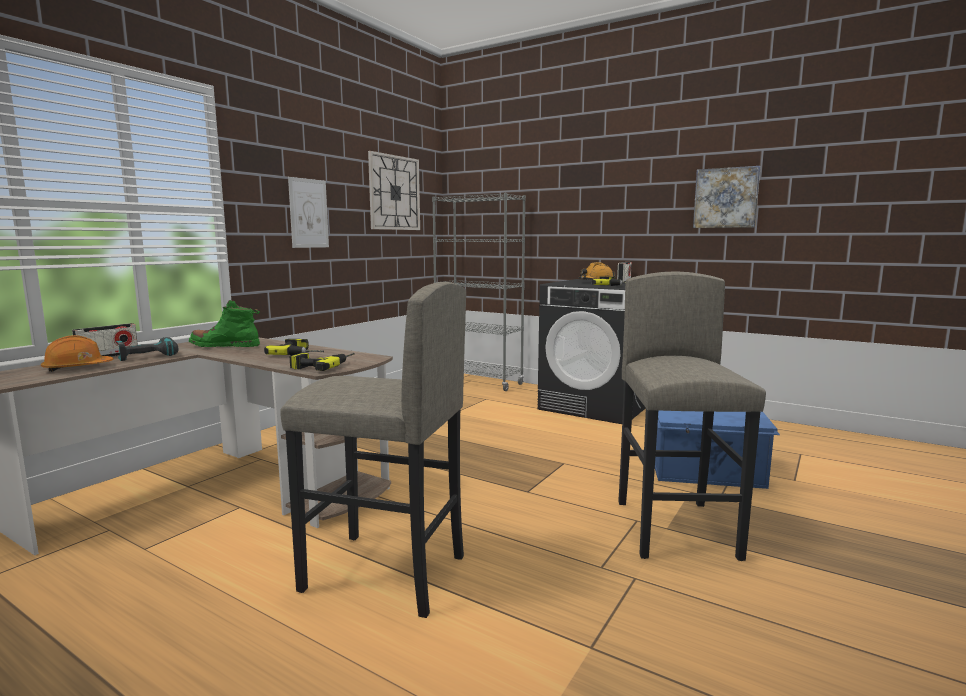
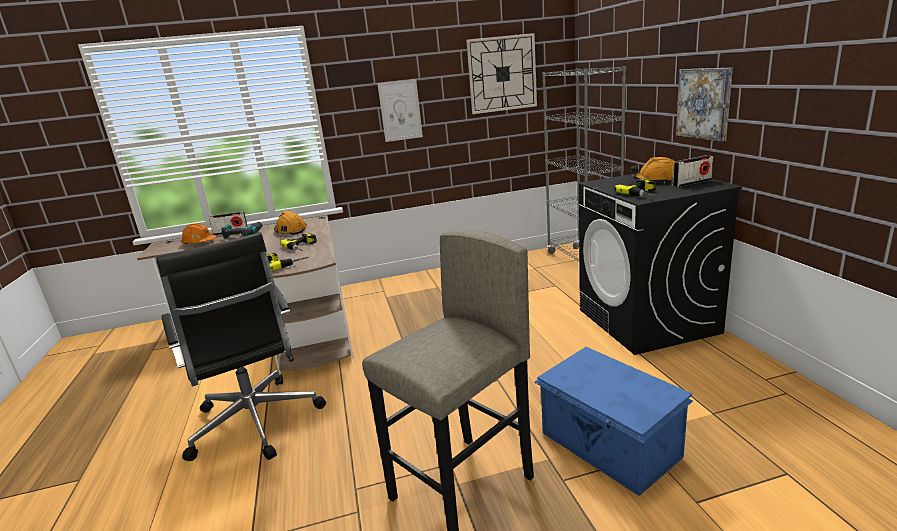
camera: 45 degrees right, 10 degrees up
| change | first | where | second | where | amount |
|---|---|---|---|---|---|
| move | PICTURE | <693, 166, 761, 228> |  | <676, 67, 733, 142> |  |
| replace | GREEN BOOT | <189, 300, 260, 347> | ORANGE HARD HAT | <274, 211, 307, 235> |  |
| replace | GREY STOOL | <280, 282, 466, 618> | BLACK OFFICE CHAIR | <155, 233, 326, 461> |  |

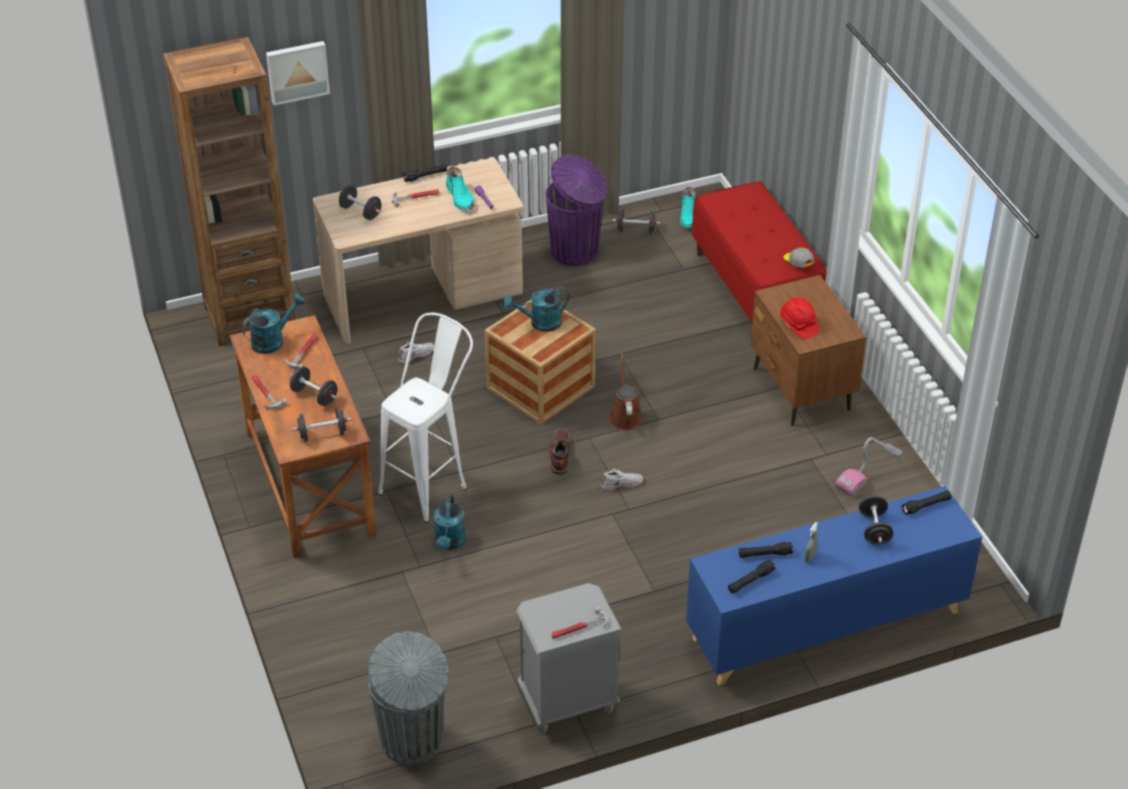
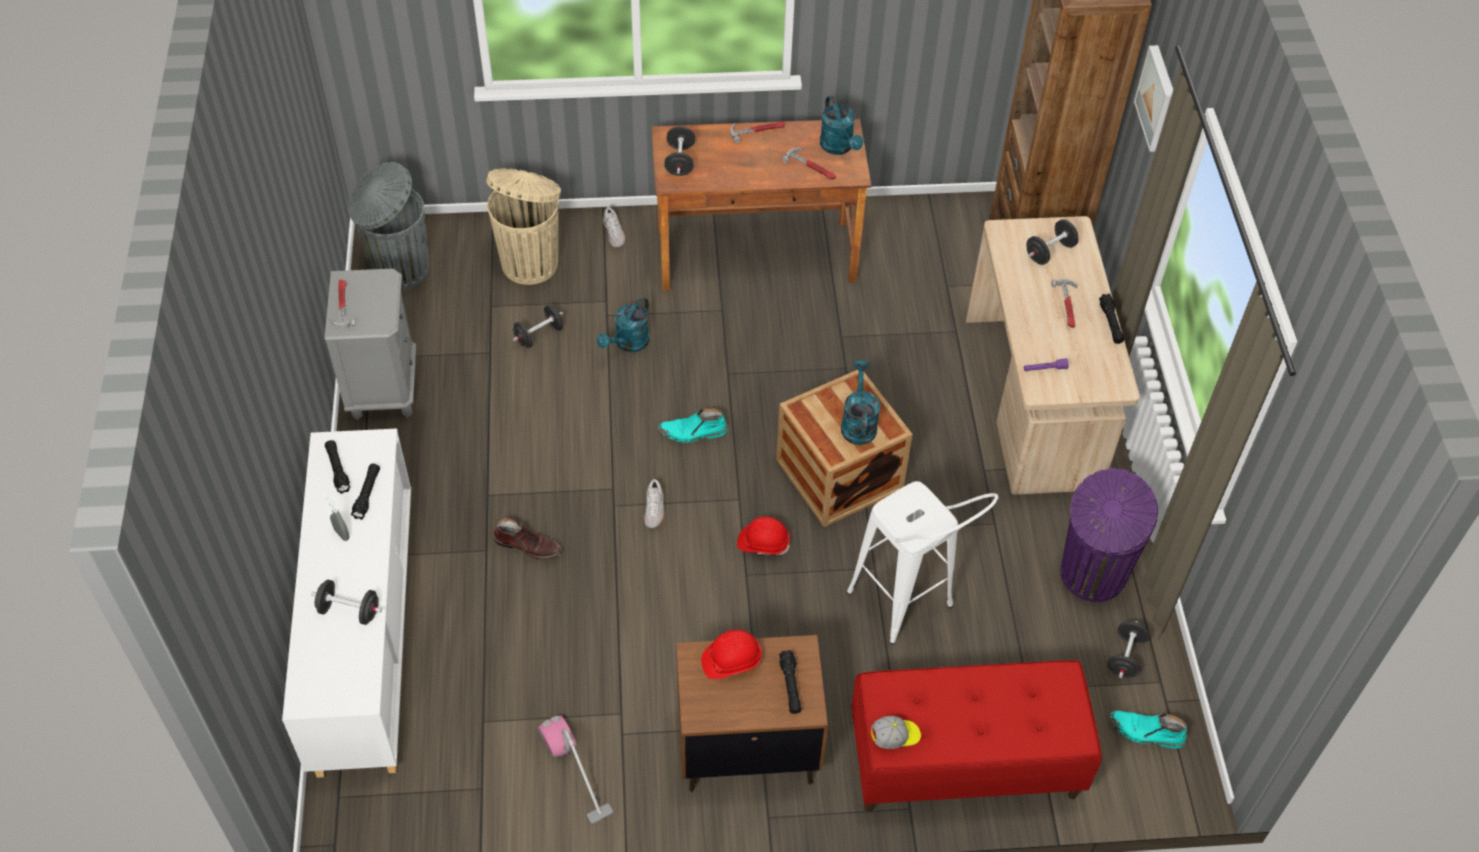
camera: 105 degrees right, 10 degrees up
| change | first | where | second | where | amount |
|---|---|---|---|---|---|
| insert |  |  | BEIGE TRASH CAN | <486, 168, 561, 285> |  |
| move | BLACK DUMBBELL | <290, 366, 337, 406> |  | <513, 305, 563, 348> |  |
| move | WHITE STOOL | <378, 313, 473, 523> |  | <847, 481, 999, 645> |  |
| move | WHITE SHOE | <398, 342, 434, 364> |  | <603, 207, 625, 247> |  |
| move | TURQUOISE BOOT | <446, 167, 475, 210> |  | <659, 408, 727, 443> |  |
| move | BROWN BOOT | <549, 428, 571, 475> |  | <493, 518, 562, 560> |  |
| move | BLACK FLASHLIGHT | <901, 490, 952, 515> |  | <779, 650, 802, 714> |  |
| replace | BROWN WATERING CAN | <609, 354, 643, 431> | RED HARD HAT | <737, 516, 790, 555> |  |
| recolor | BLUE CABINET | <686, 486, 982, 685> | WHITE CABINET | <282, 429, 411, 778> |  |
| rotate | TURQUOISE WATERING CAN | <433, 495, 466, 550> |  | <597, 297, 650, 352> | 75 degrees counterclockwise |

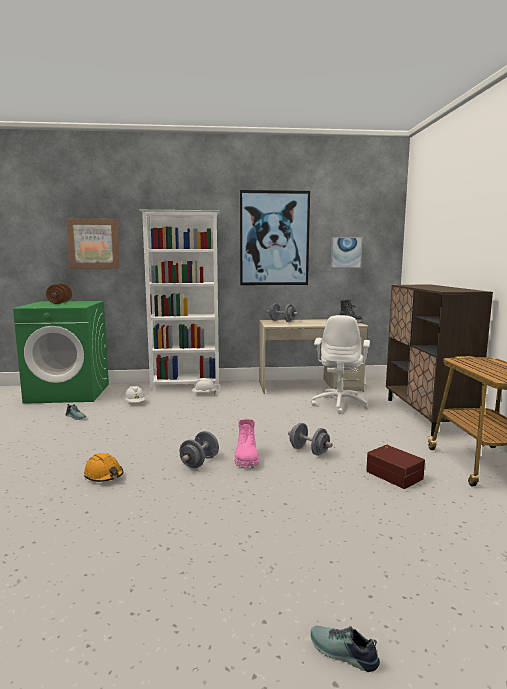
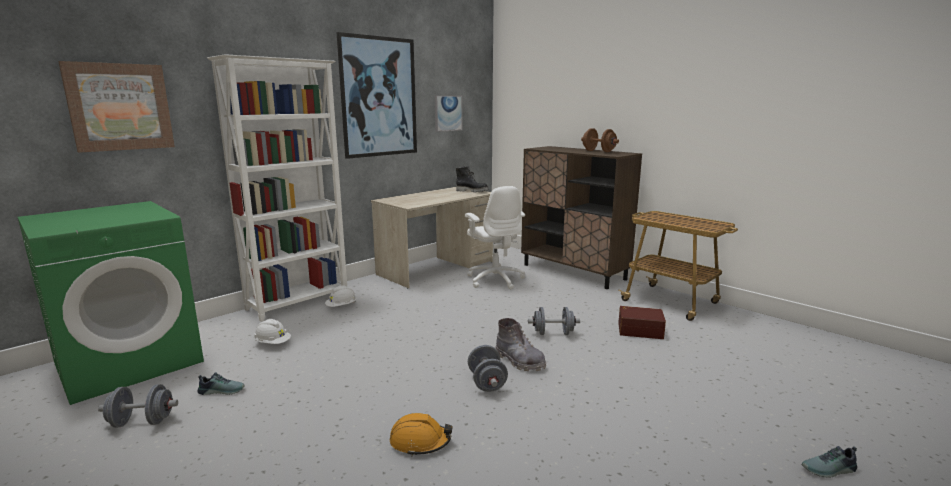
camera: 40 degrees left, 5 degrees up
| change | first | where | second | where | amount |
|---|---|---|---|---|---|
| move | BROWN DUMBBELL | <46, 284, 72, 304> |  | <581, 128, 619, 152> |  |
| move | GREY DUMBBELL | <267, 303, 298, 322> |  | <98, 384, 178, 428> |  |
| recolor | PINK BOOT | <234, 419, 259, 469> | GREY BOOT | <495, 318, 546, 371> |  |

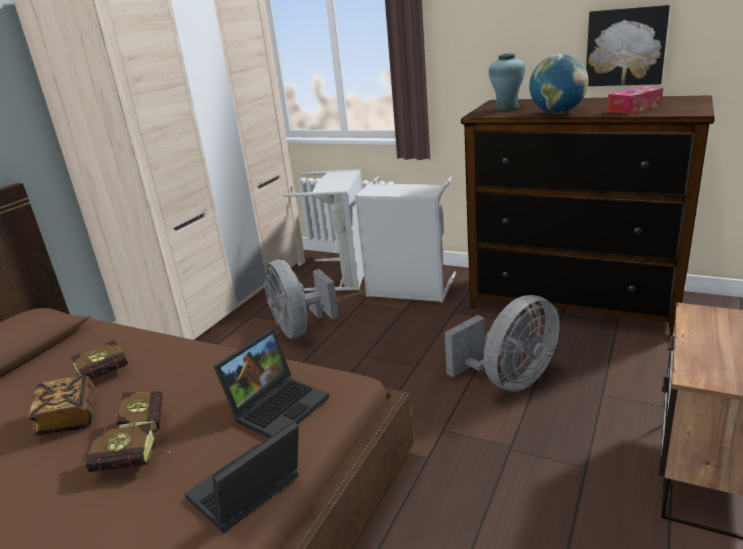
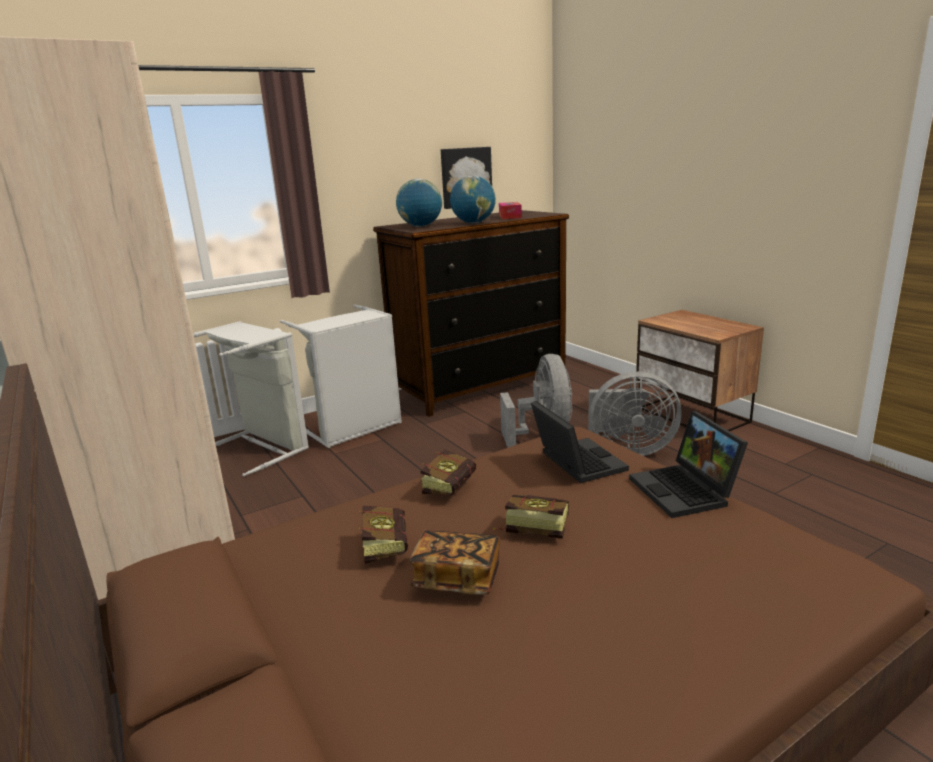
camera: 60 degrees left, 5 degrees down
| change | first | where | second | where | amount |
|---|---|---|---|---|---|
| move | BOOK | <86, 421, 170, 472> |  | <421, 449, 476, 495> |  |
| move | GREY FAN | <264, 260, 339, 338> |  | <588, 371, 682, 456> |  |
| replace | TURQUOISE VASE | <489, 53, 525, 111> | GLOBE | <396, 179, 442, 227> |  |

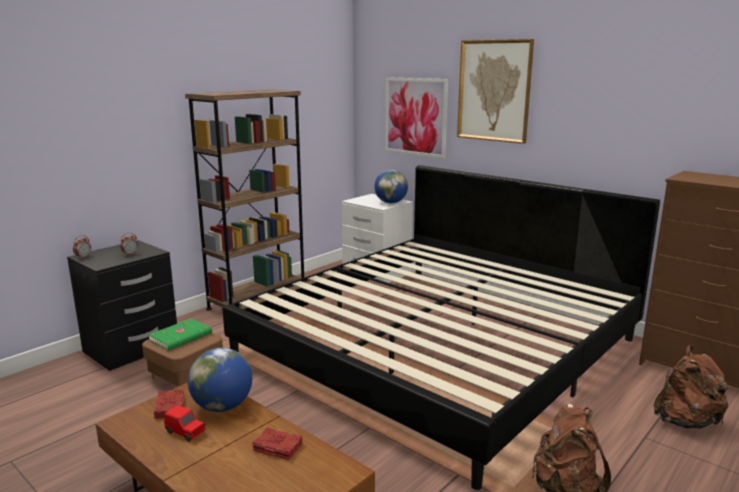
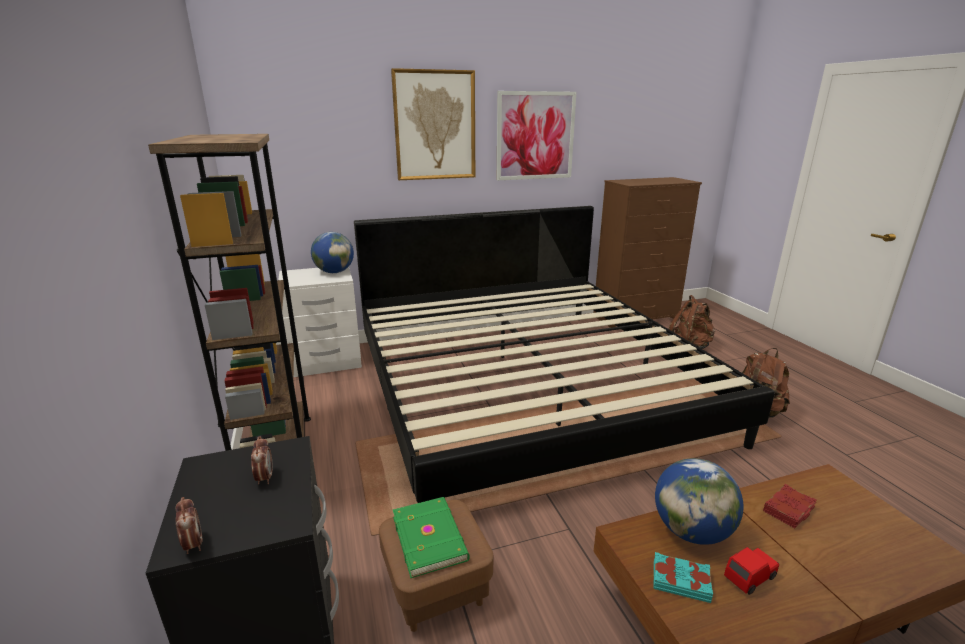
camera: 60 degrees left, 5 degrees up
| change | first | where | second | where | amount |
|---|---|---|---|---|---|
| move | PICTURE | <385, 77, 448, 159> |  | <497, 91, 576, 180> |  |
| recolor | RED BOOK | <154, 389, 185, 419> | TURQUOISE BOOK | <654, 552, 713, 603> |  |

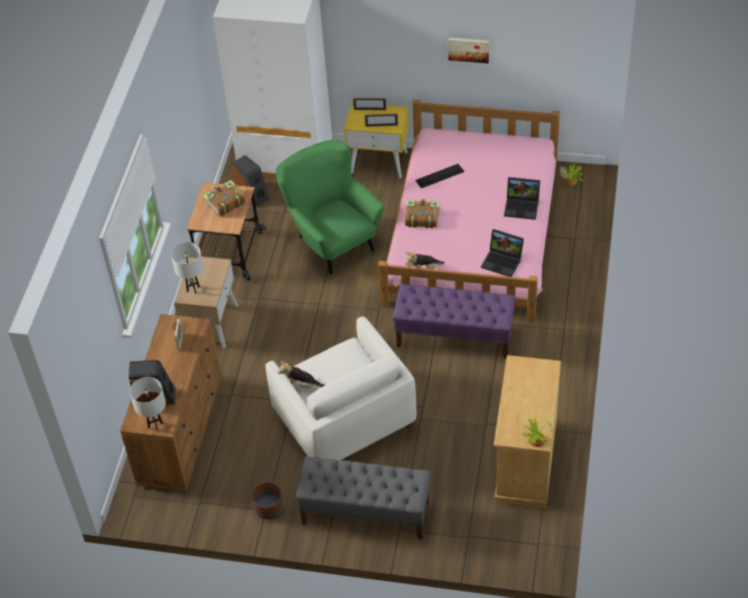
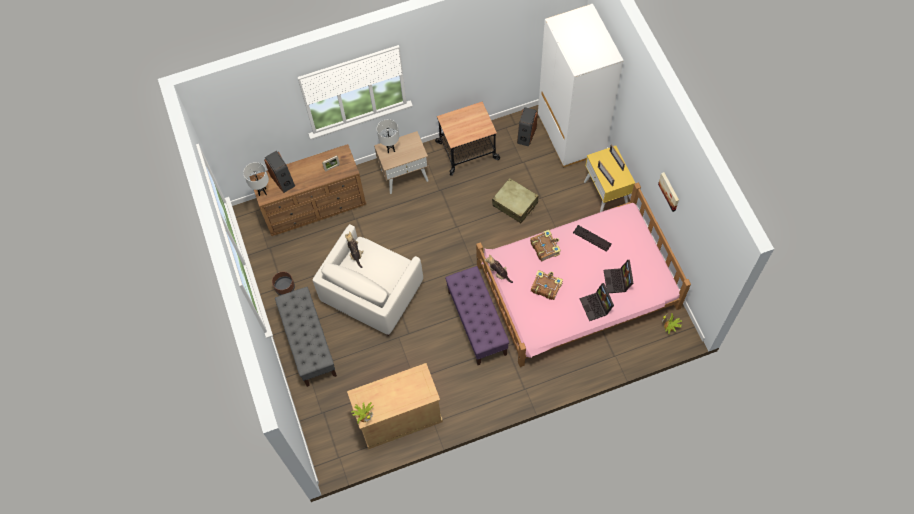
camera: 60 degrees right, 15 degrees up
| change | first | where | second | where | amount |
|---|---|---|---|---|---|
| move | BOOK | <203, 180, 246, 216> |  | <531, 270, 563, 300> |  |
| move | LAPTOP | <481, 229, 524, 277> |  | <604, 260, 633, 293> |  |
| replace | GREEN ARMCHAIR | <276, 140, 384, 275> | BEIGE SUITCASE | <492, 178, 538, 223> |  |

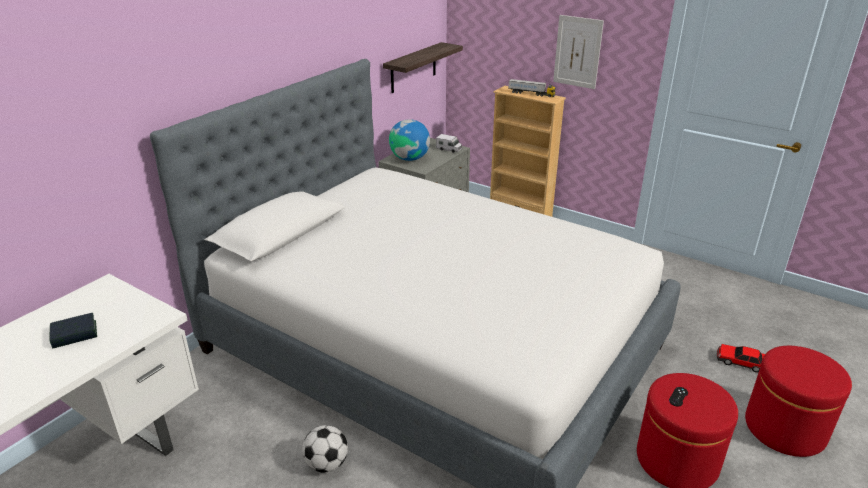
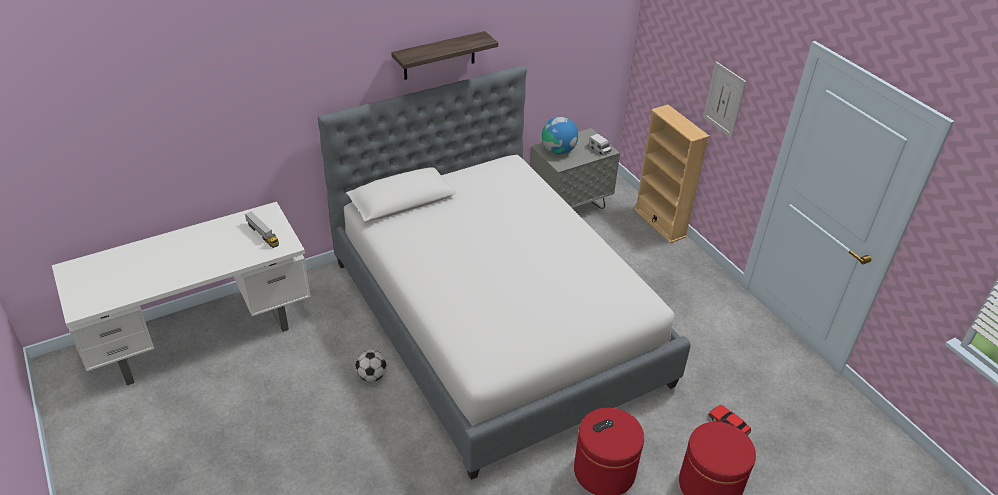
camera: 25 degrees right, 10 degrees up
| change | first | where | second | where | amount |
|---|---|---|---|---|---|
| delete | BOOK | <49, 313, 97, 348> |  |  |  |
| move | SHELF | <383, 42, 463, 93> |  | <391, 31, 498, 80> |  |
| move | TOY TRUCK | <509, 79, 556, 97> |  | <245, 211, 279, 248> |  |

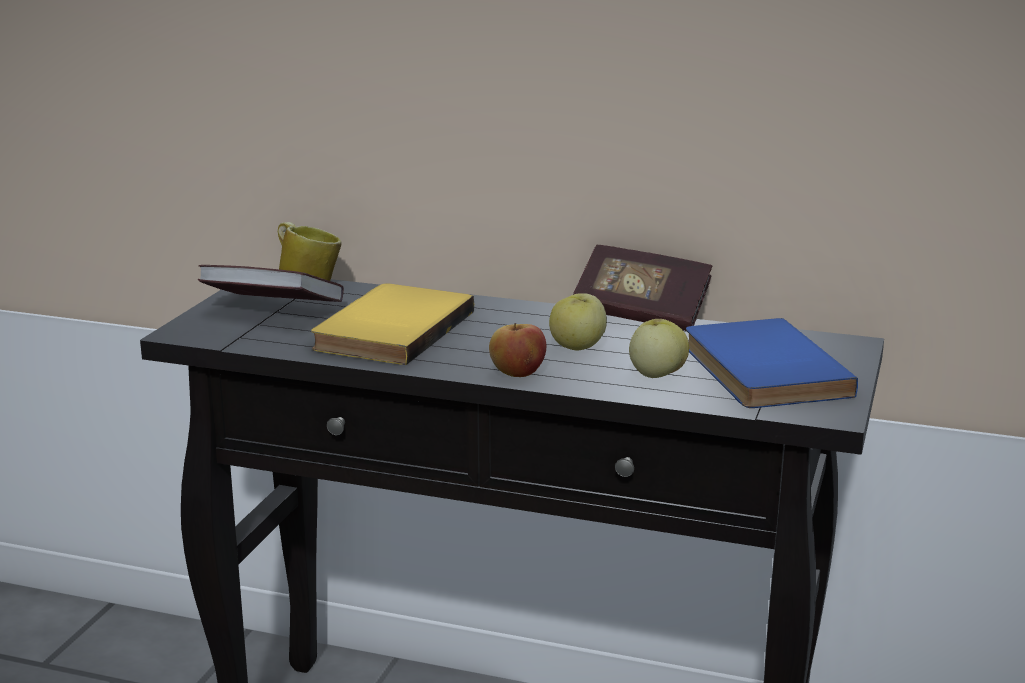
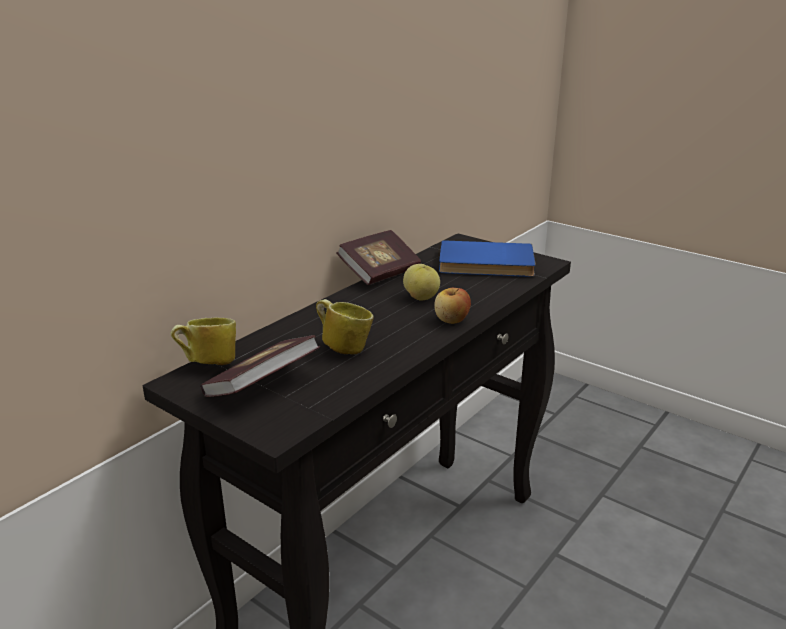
camera: 70 degrees left, 5 degrees up
| change | first | where | second | where | amount |
|---|---|---|---|---|---|
| delete | APPLE | <629, 319, 689, 378> |  |  |  |
| replace | YELLOW BOOK | <311, 283, 474, 365> | MUG | <316, 299, 374, 355> |  |

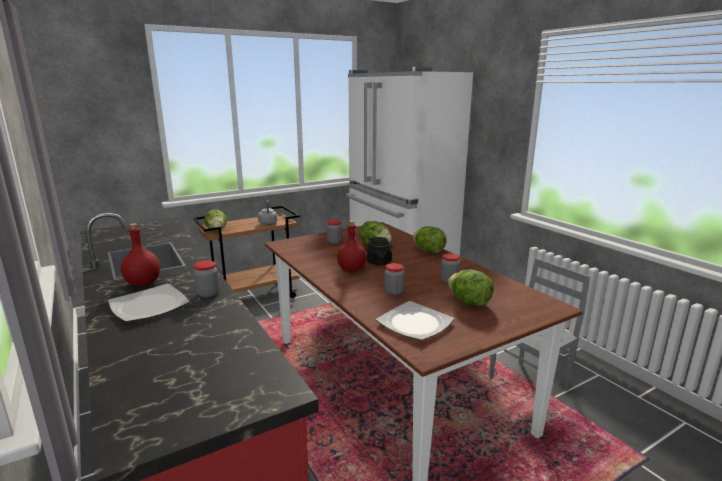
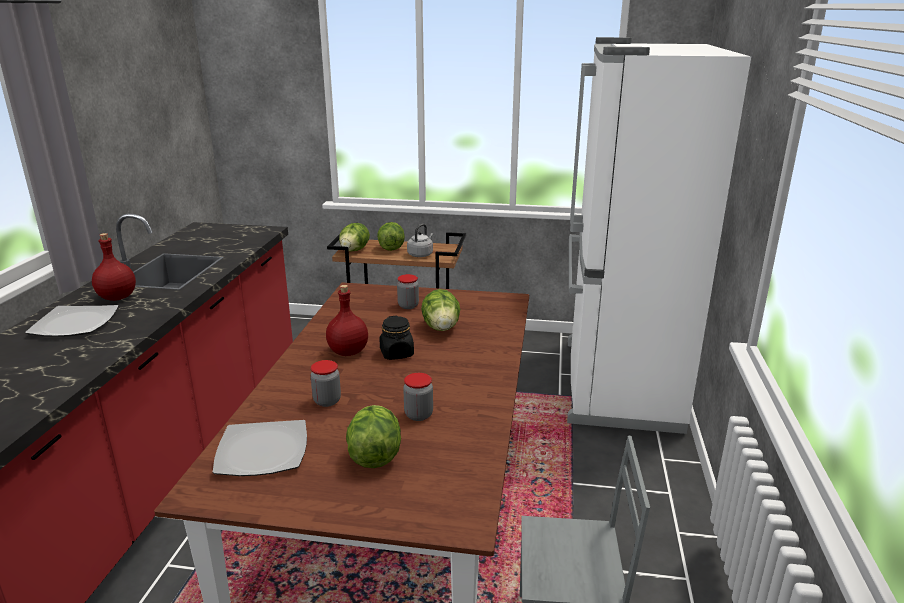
camera: 40 degrees right, 5 degrees up
| change | first | where | second | where | amount |
|---|---|---|---|---|---|
| delete | JAR | <193, 261, 219, 298> |  |  |  |
| move | LETTUCE | <413, 226, 447, 253> |  | <377, 222, 405, 251> |  |

